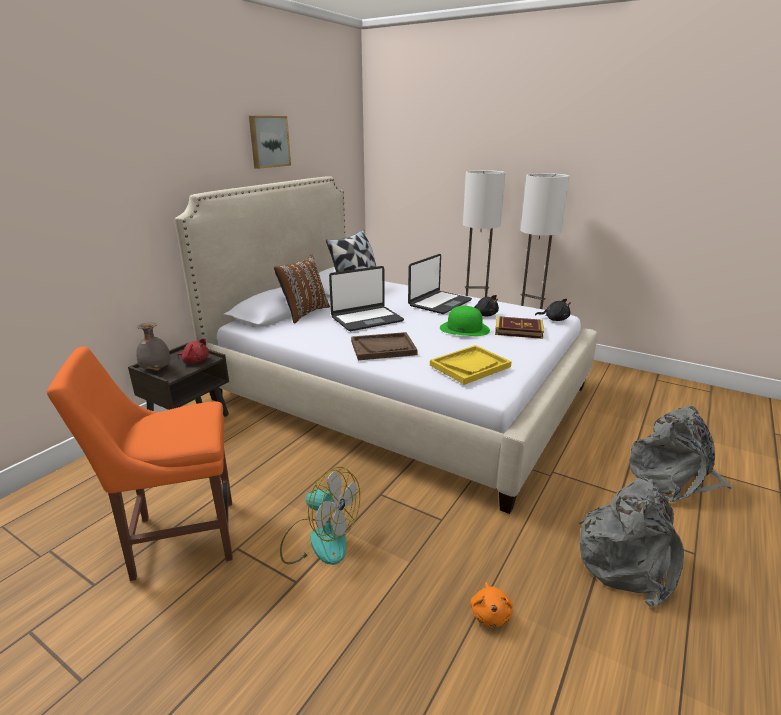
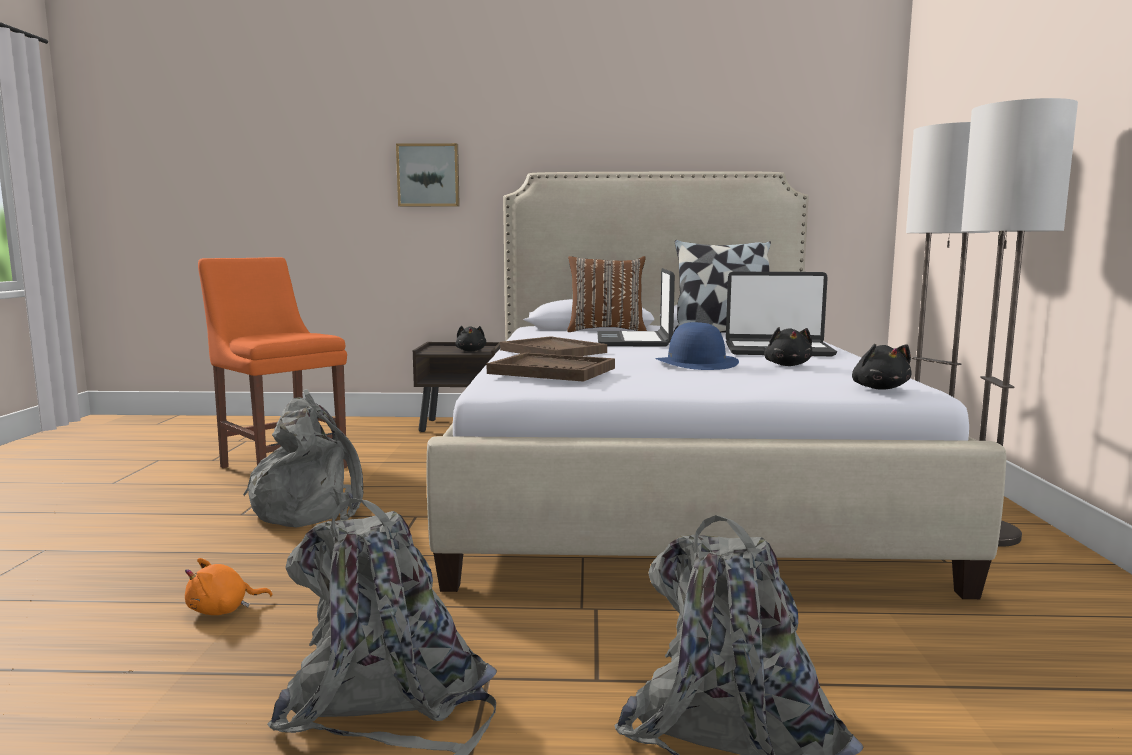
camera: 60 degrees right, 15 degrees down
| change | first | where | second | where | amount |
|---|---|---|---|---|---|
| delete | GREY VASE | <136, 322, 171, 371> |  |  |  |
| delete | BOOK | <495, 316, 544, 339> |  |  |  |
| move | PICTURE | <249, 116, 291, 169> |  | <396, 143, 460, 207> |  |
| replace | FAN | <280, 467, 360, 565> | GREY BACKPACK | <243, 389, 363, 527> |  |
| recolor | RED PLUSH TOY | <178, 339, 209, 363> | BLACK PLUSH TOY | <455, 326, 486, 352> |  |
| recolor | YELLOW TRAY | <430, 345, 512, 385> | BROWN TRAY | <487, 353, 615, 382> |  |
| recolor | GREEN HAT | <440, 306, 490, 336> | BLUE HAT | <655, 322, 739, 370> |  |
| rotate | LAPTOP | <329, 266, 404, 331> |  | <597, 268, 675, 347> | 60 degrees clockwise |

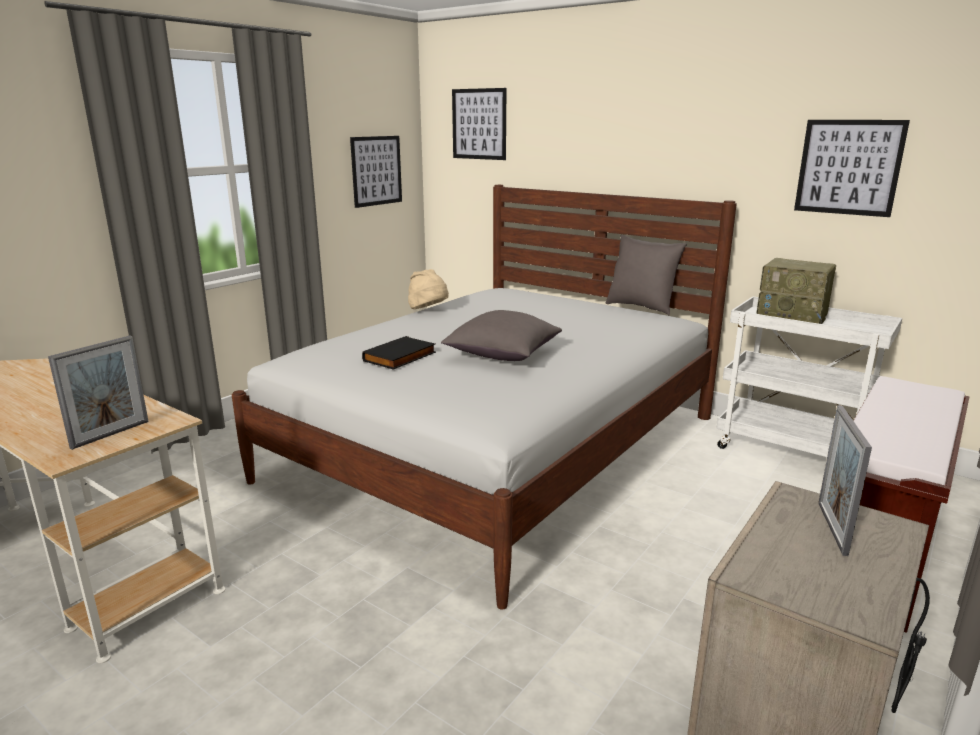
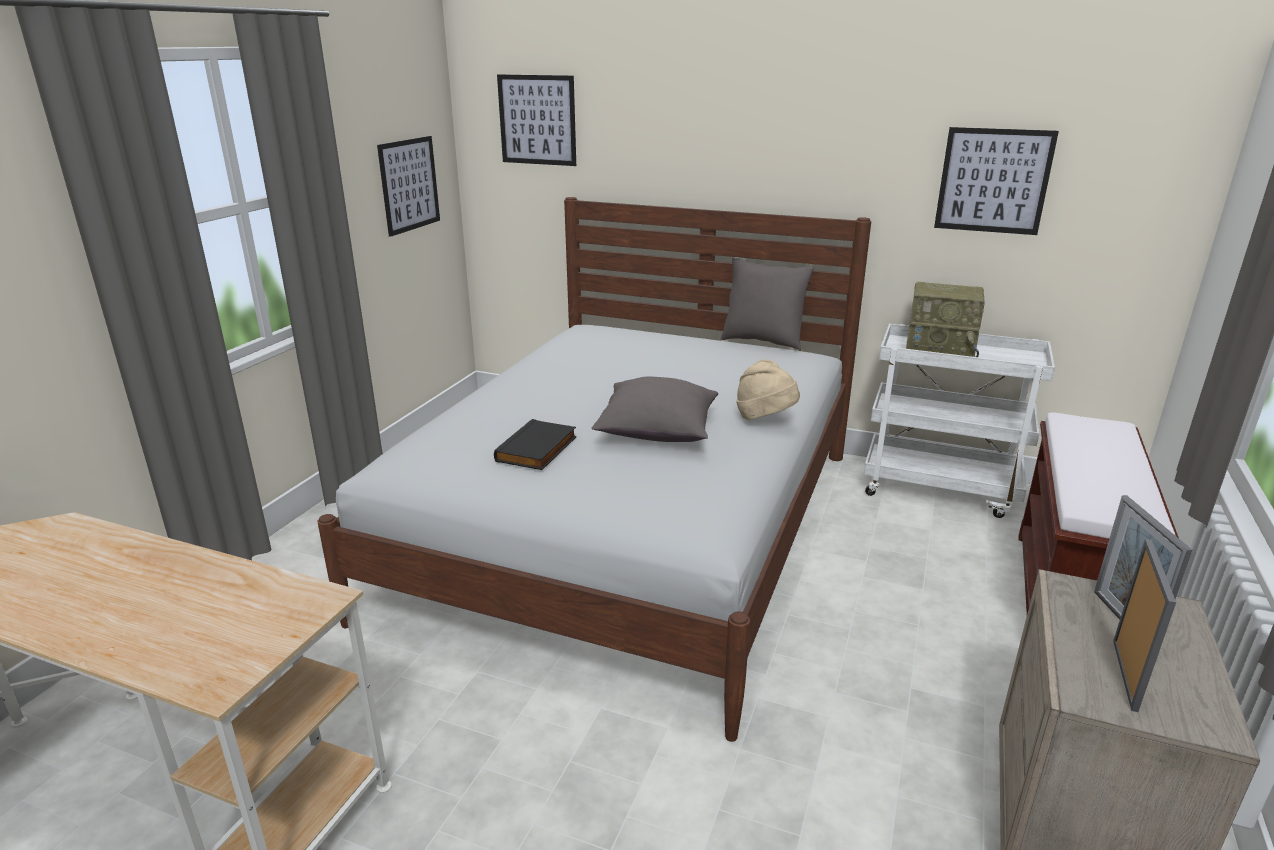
camera: 15 degrees left, 5 degrees up
| change | first | where | second | where | amount |
|---|---|---|---|---|---|
| move | PICTURE FRAME | <48, 336, 149, 450> |  | <1113, 539, 1176, 712> |  |
| move | BEIGE HAT | <408, 269, 449, 309> |  | <736, 360, 800, 420> |  |

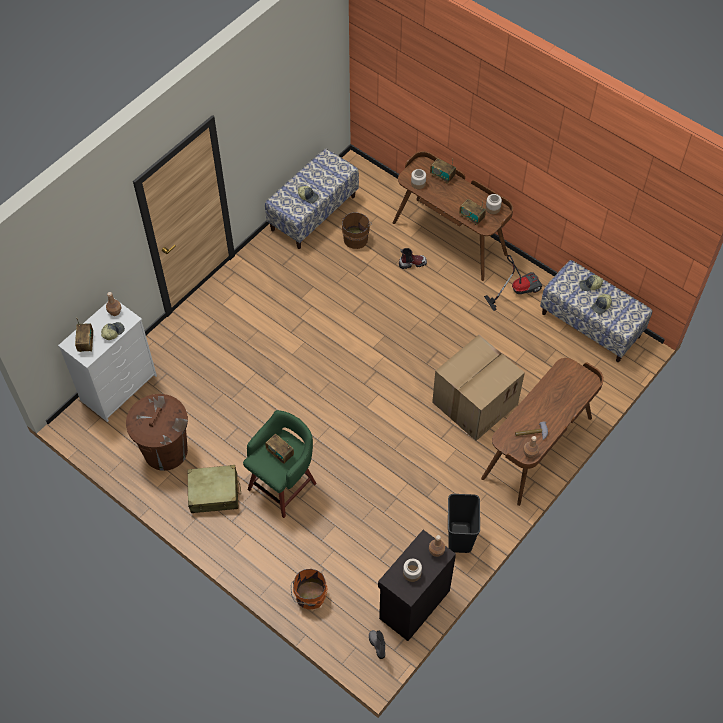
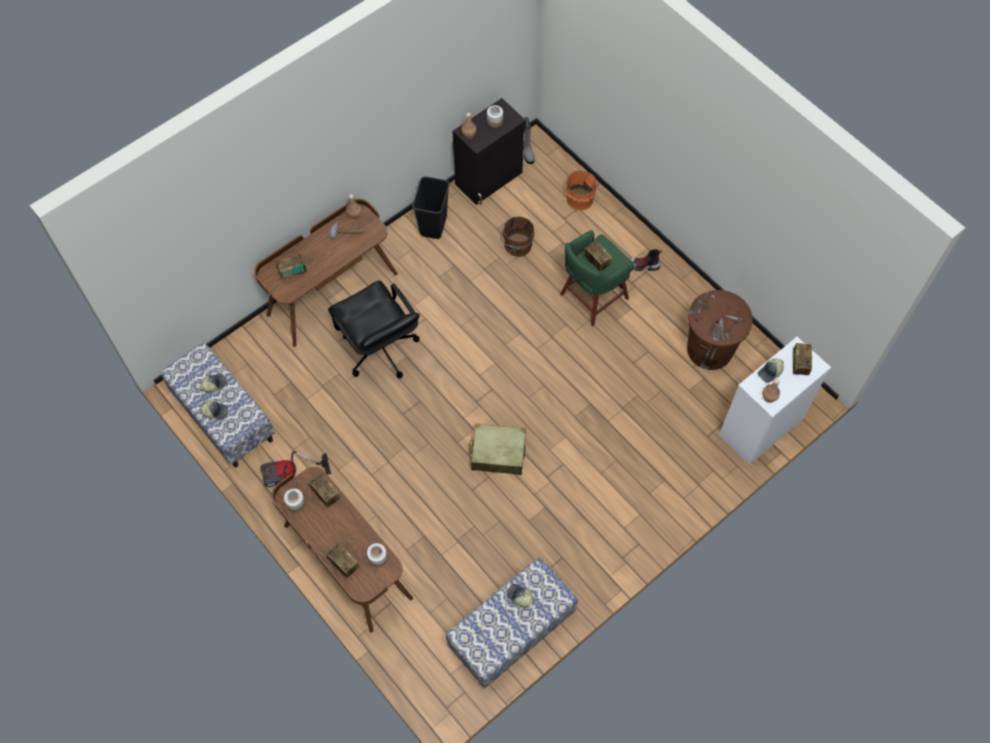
camera: 170 degrees left, 5 degrees up
| change | first | where | second | where | amount |
|---|---|---|---|---|---|
| insert |  |  | RADIO | <276, 250, 307, 280> |  |
| move | BEIGE SUITCASE | <187, 465, 241, 513> |  | <469, 424, 526, 475> |  |
| move | BROWN BUCKET | <342, 212, 372, 249> |  | <500, 216, 534, 257> |  |
| move | BOOT | <399, 248, 427, 269> |  | <631, 249, 662, 271> |  |
| replace | CARDBOARD BOX | <432, 335, 525, 441> | BLACK OFFICE CHAIR | <328, 280, 420, 378> |  |

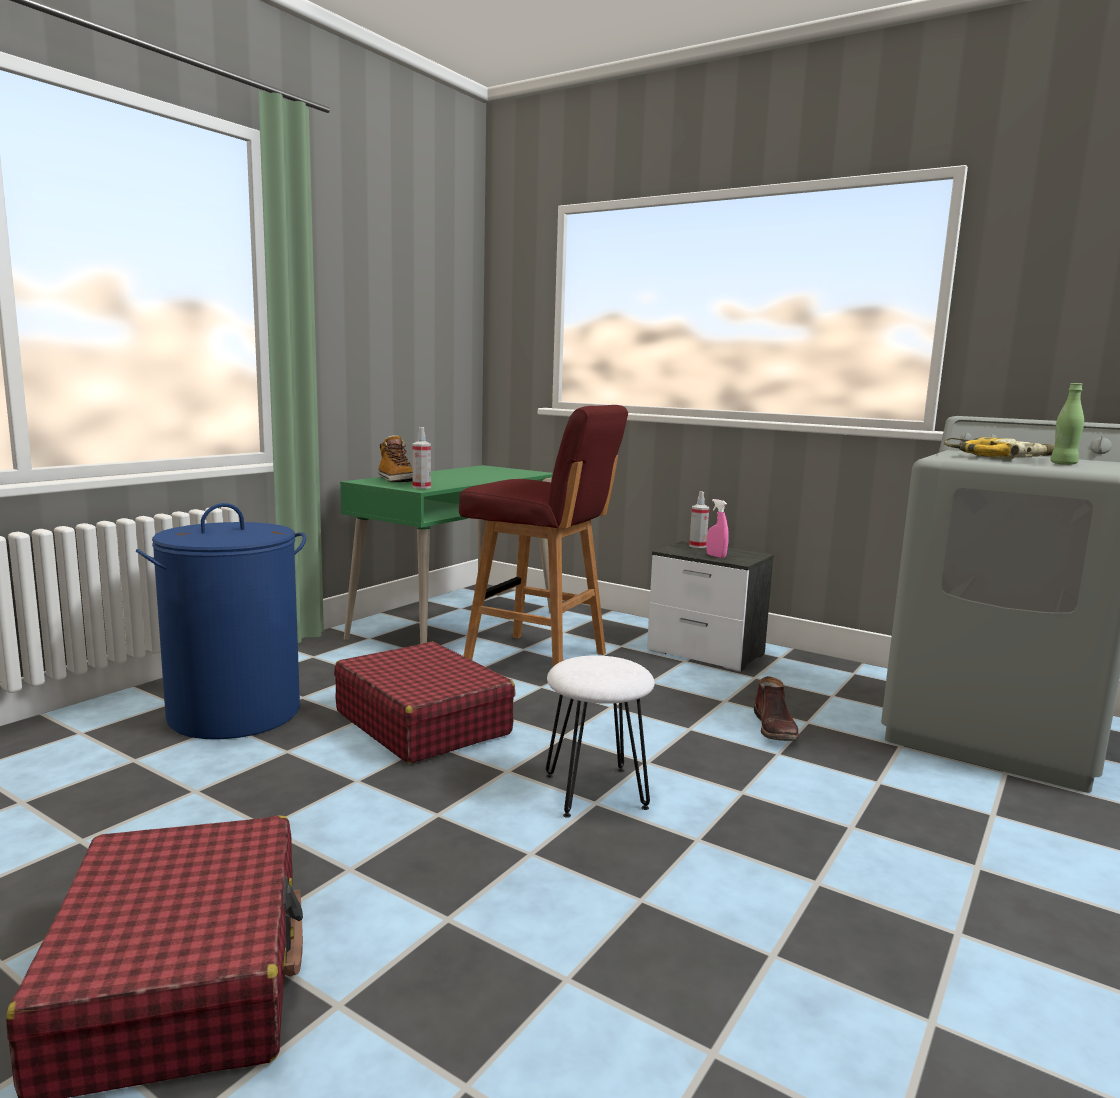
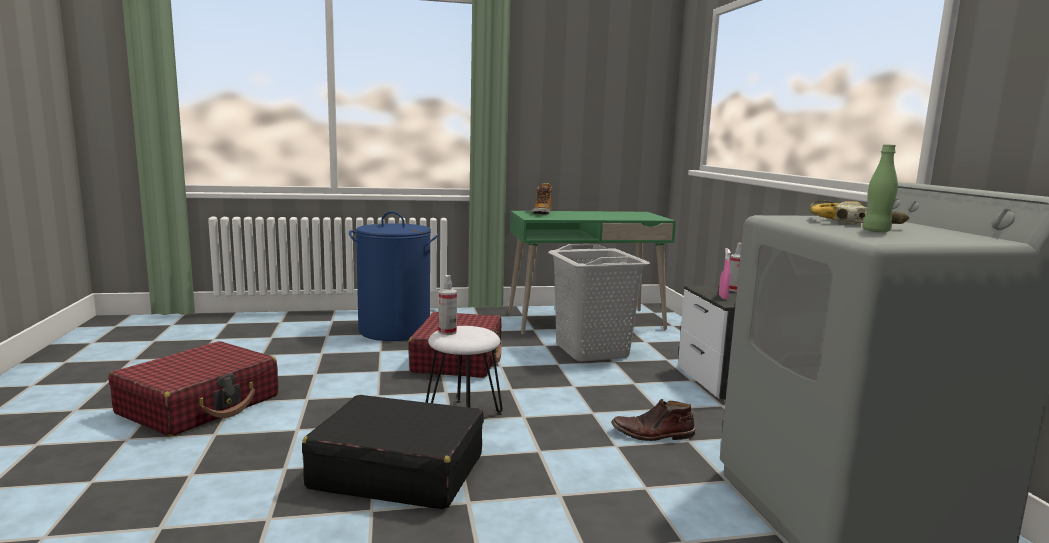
camera: 45 degrees right, 0 degrees up
| change | first | where | second | where | amount |
|---|---|---|---|---|---|
| insert |  |  | BLACK SUITCASE | <302, 395, 484, 509> |  |
| move | SPRAY BOTTLE | <412, 427, 431, 489> |  | <439, 275, 457, 335> |  |
| replace | RED STOOL | <459, 405, 628, 667> | GREY LAUNDRY BASKET | <548, 244, 650, 362> |  |
| rotate | BROWN BOOT | <754, 676, 799, 741> |  | <611, 399, 695, 441> | 45 degrees clockwise |

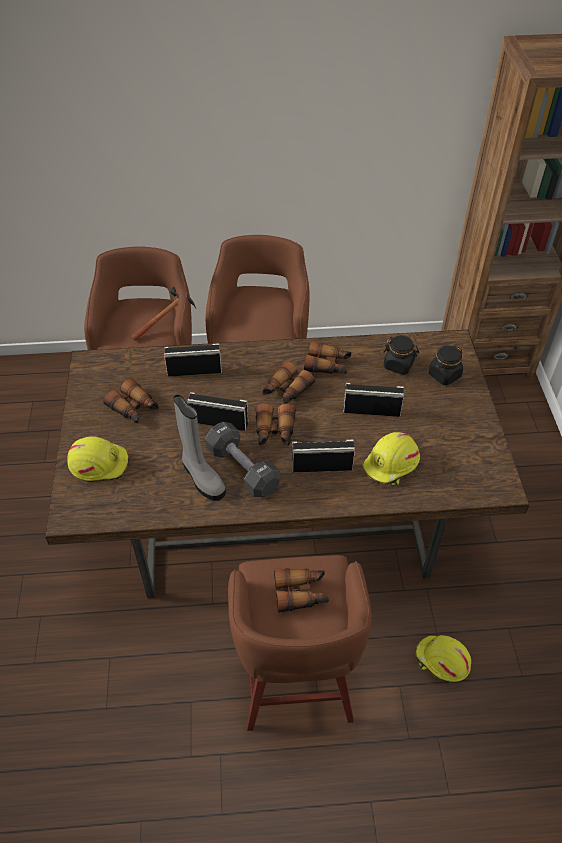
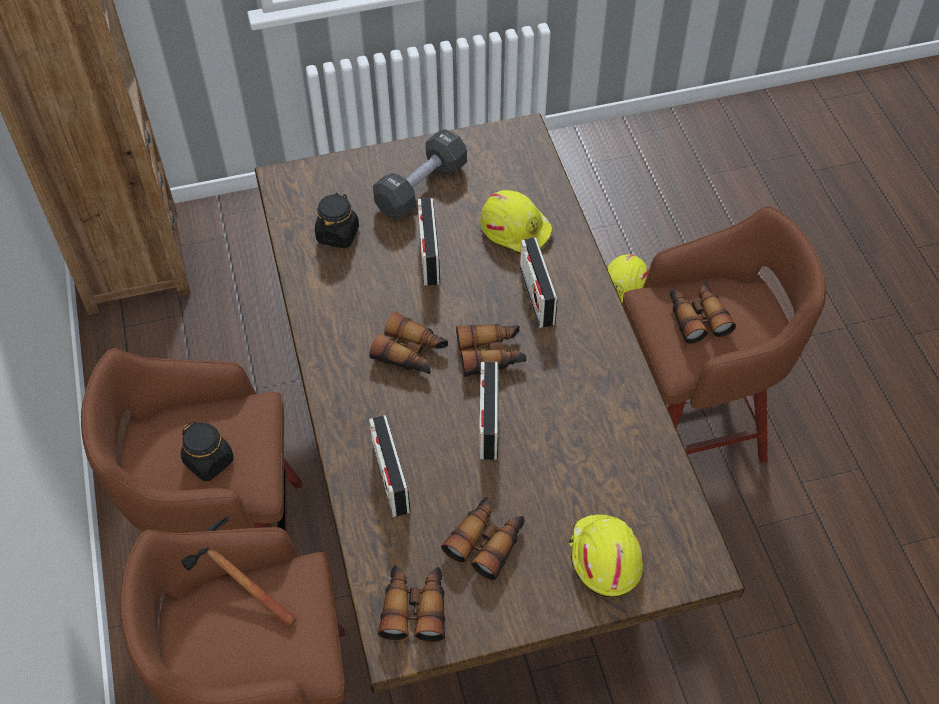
camera: 100 degrees left, 5 degrees up
| change | first | where | second | where | amount |
|---|---|---|---|---|---|
| delete | GREY BOOT | <173, 395, 226, 501> |  |  |  |
| move | BLACK DUMBBELL | <205, 422, 280, 497> |  | <373, 129, 467, 219> |  |
| move | BINOCULARS | <304, 341, 351, 374> |  | <378, 565, 445, 642> |  |
| move | BLACK JAR | <429, 346, 463, 385> |  | <181, 422, 234, 481> |  |

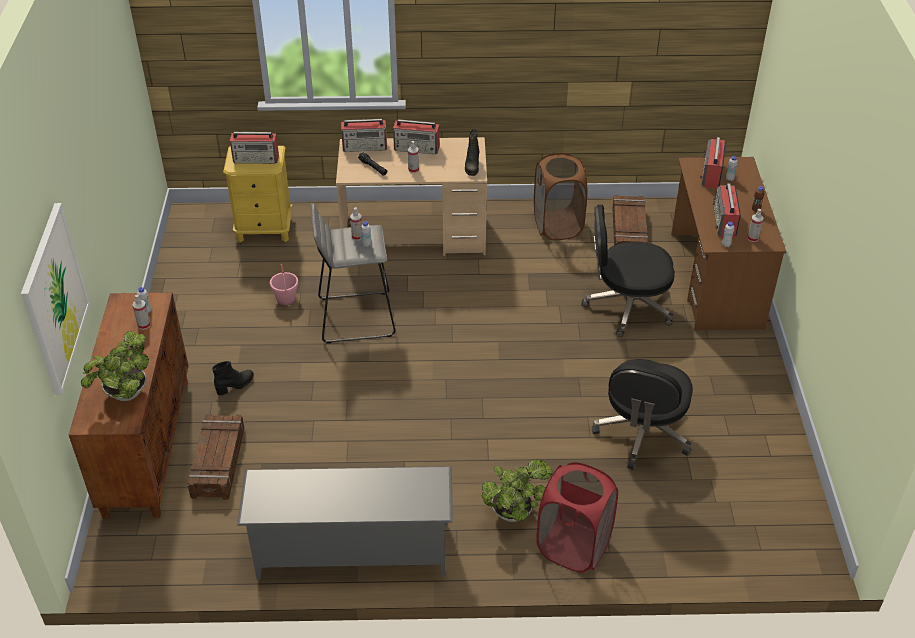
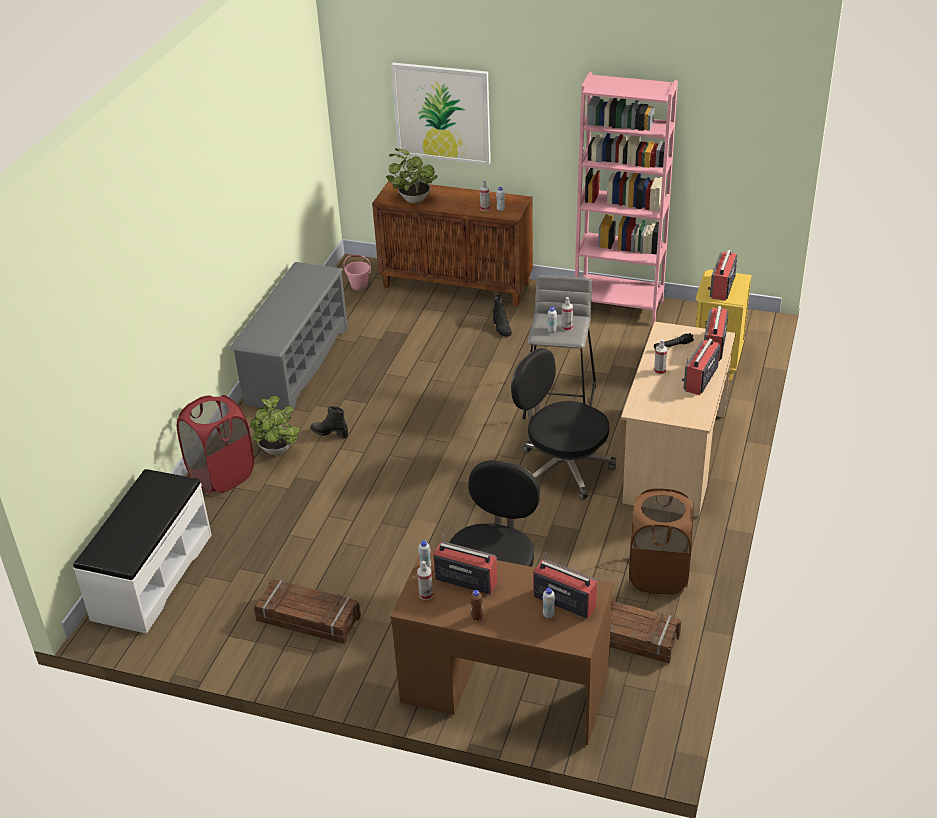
camera: 110 degrees right, 5 degrees down
| change | first | where | second | where | amount |
|---|---|---|---|---|---|
| insert |  |  | WHITE BENCH | <73, 469, 212, 634> |  |
| insert |  |  | PINK BOOKCASE | <575, 72, 678, 326> |  |
| move | CRATE | <188, 414, 244, 500> |  | <254, 579, 361, 644> |  |
| move | PINK BUCKET | <270, 264, 298, 305> |  | <344, 255, 371, 290> |  |
| move | BLACK BOOT | <465, 129, 479, 176> |  | <311, 406, 348, 439> |  |
| move | BLACK OFFICE CHAIR | <592, 359, 693, 470> |  | <511, 348, 616, 500> |  |

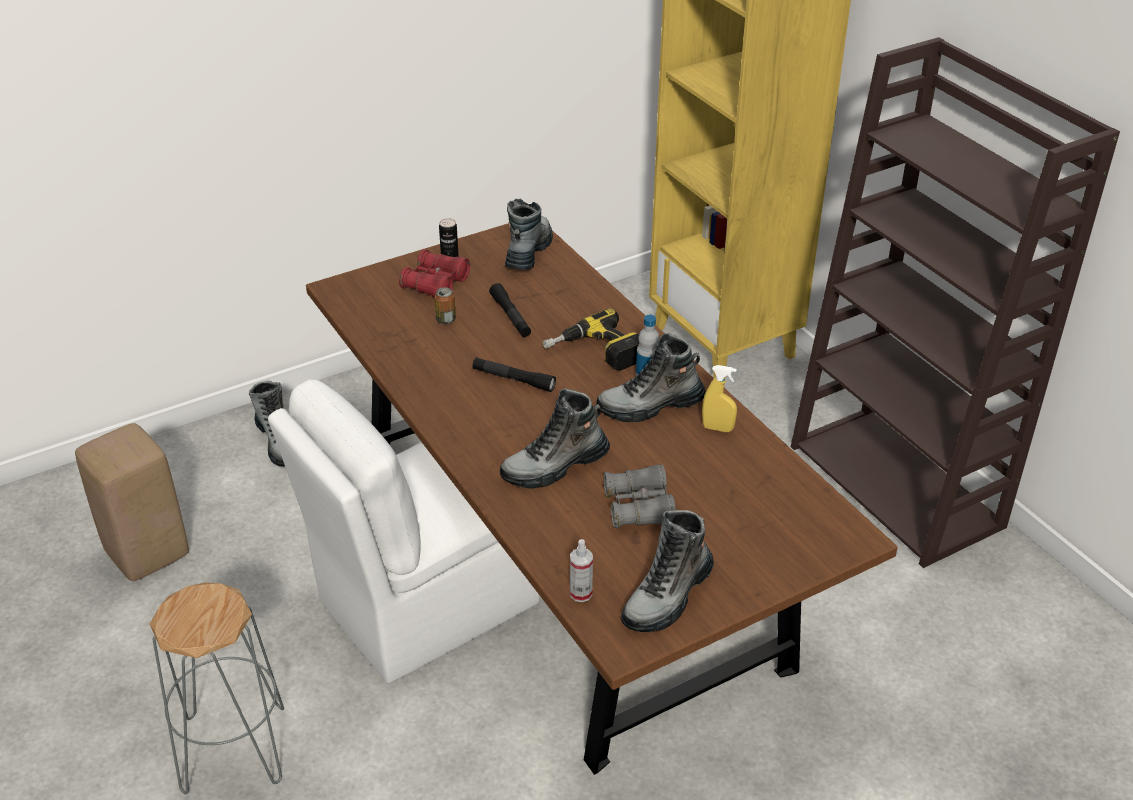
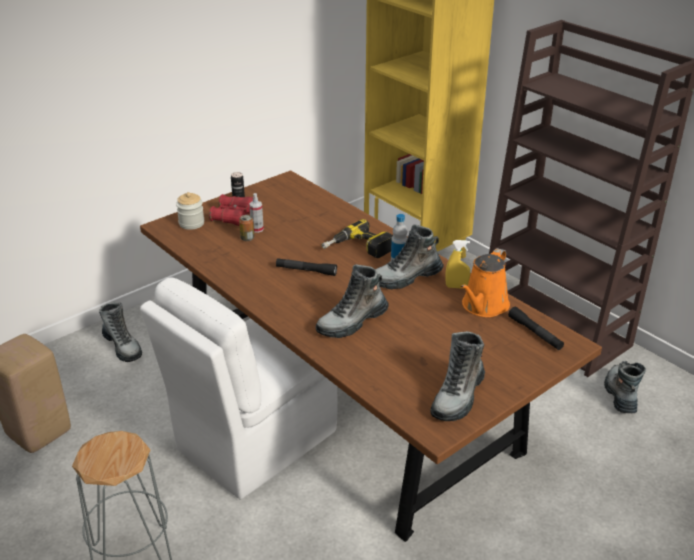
camera: 10 degrees left, 5 degrees down
| change | first | where | second | where | amount |
|---|---|---|---|---|---|
| delete | GREY BINOCULARS | <603, 464, 676, 528> |  |  |  |
| insert |  |  | JAR | <176, 192, 204, 230> |  |
| insert |  |  | ORANGE WATERING CAN | <460, 248, 510, 317> |  |
| move | BLACK FLASHLIGHT | <489, 283, 531, 337> |  | <508, 307, 564, 350> |  |
| move | BOOT | <505, 199, 553, 270> |  | <604, 361, 646, 413> |  |
| move | SPRAY BOTTLE | <570, 539, 593, 602> |  | <249, 193, 264, 233> |  |

